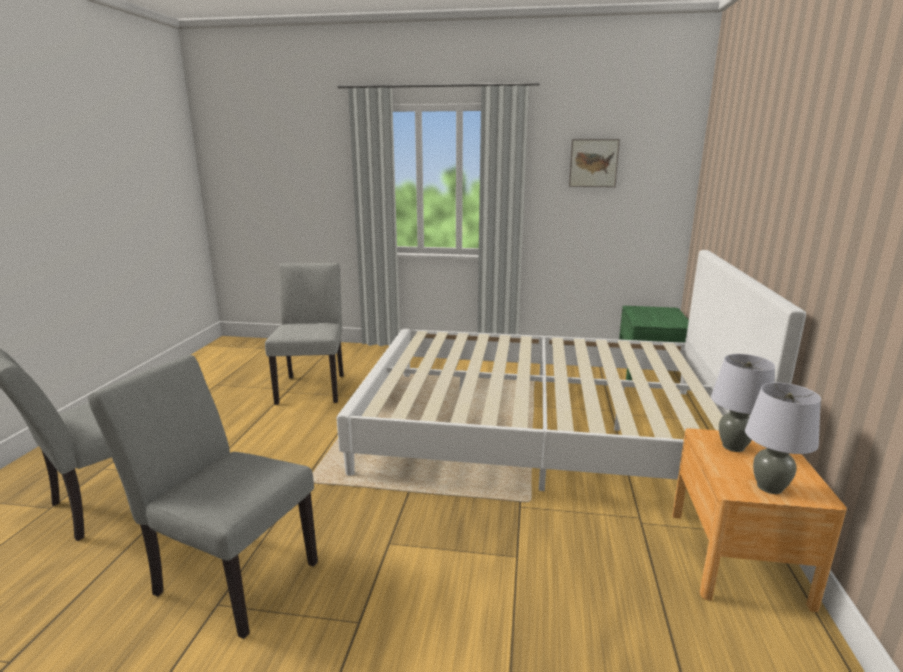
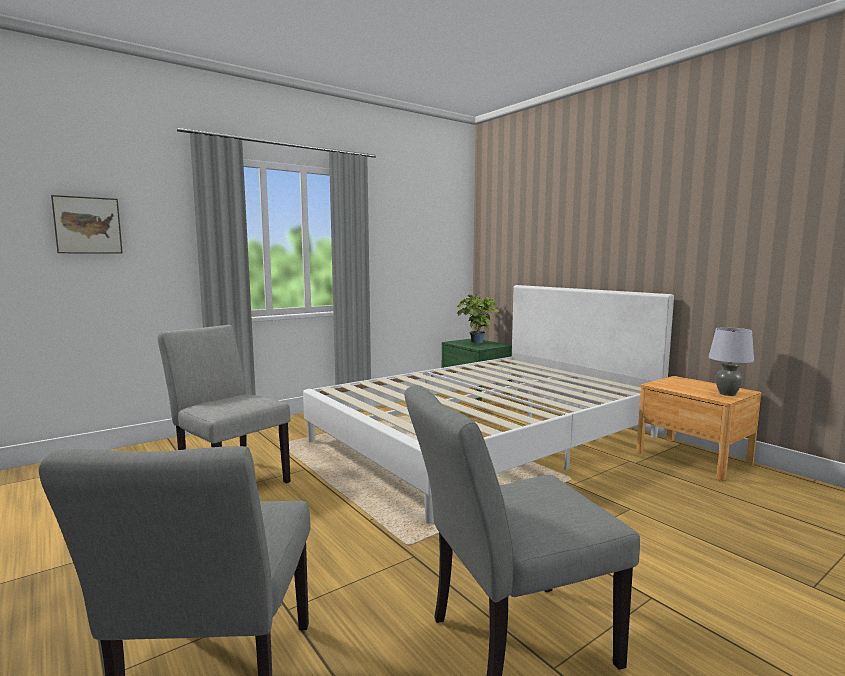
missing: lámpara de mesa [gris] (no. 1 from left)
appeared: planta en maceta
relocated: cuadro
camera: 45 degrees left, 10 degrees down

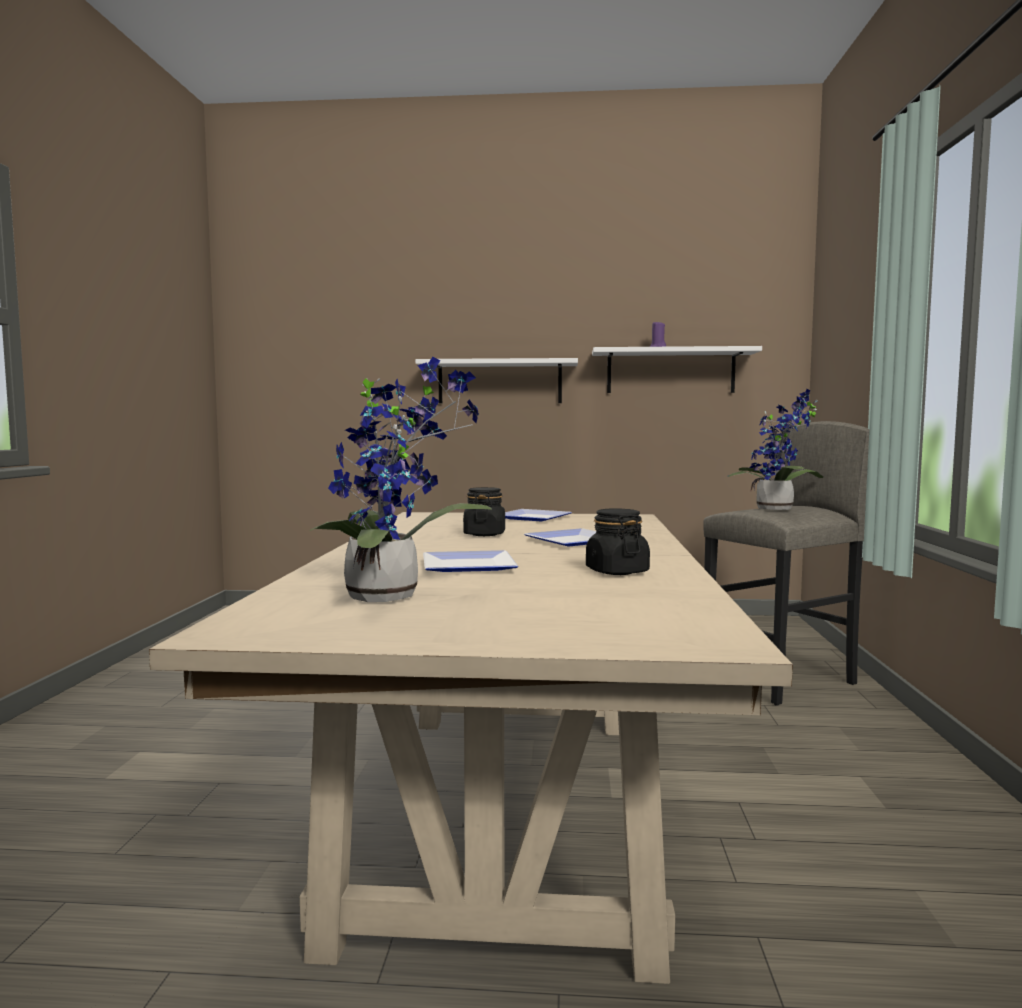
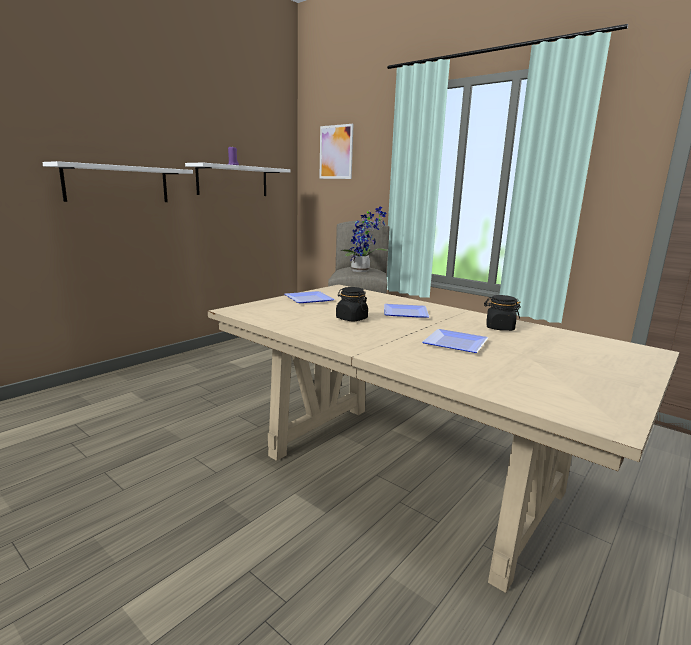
missing: planta en maceta (no. 1 from left)
appeared: cuadro
camera: 55 degrees left, 10 degrees up

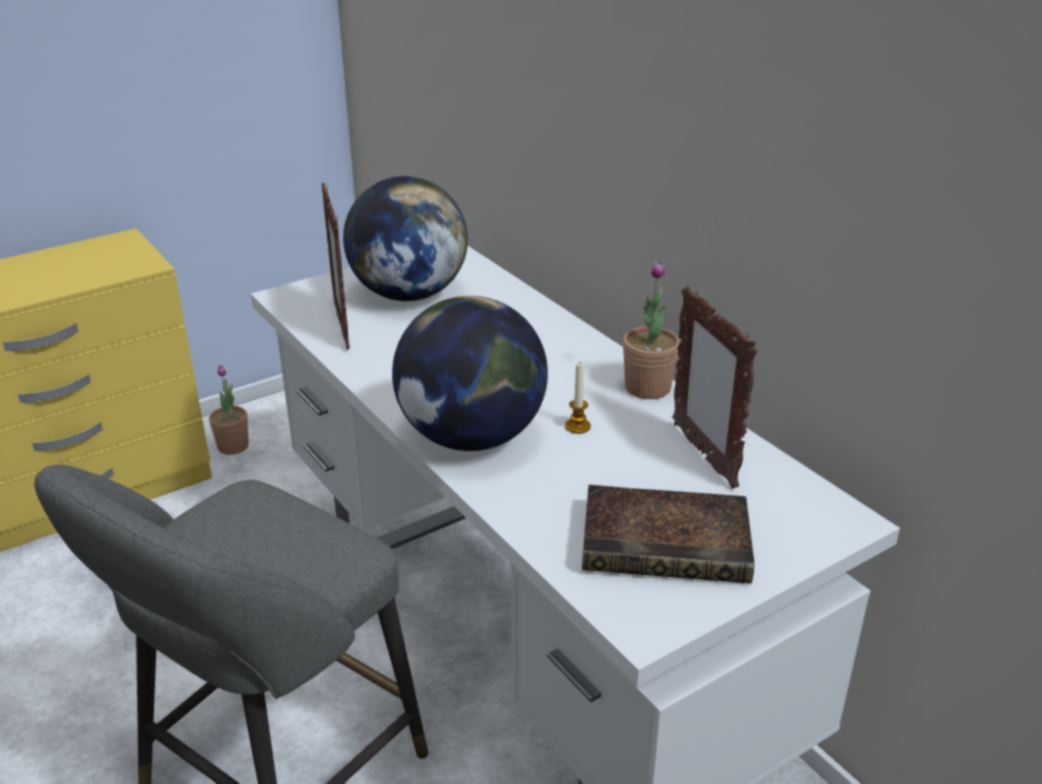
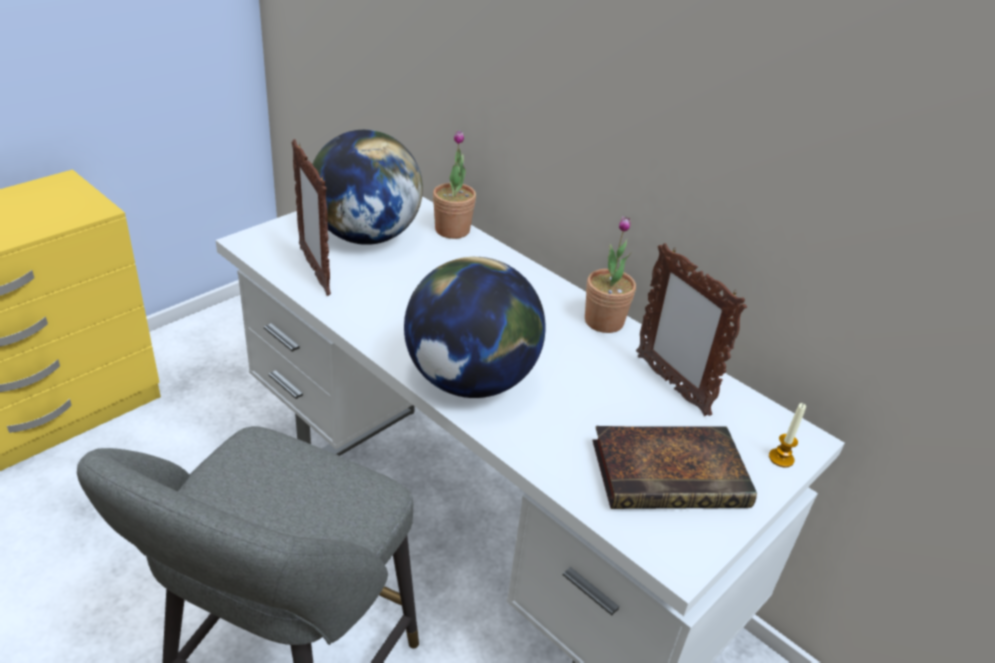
relocated: planta en maceta (no. 1 from left); vela
camera: 15 degrees left, 5 degrees up

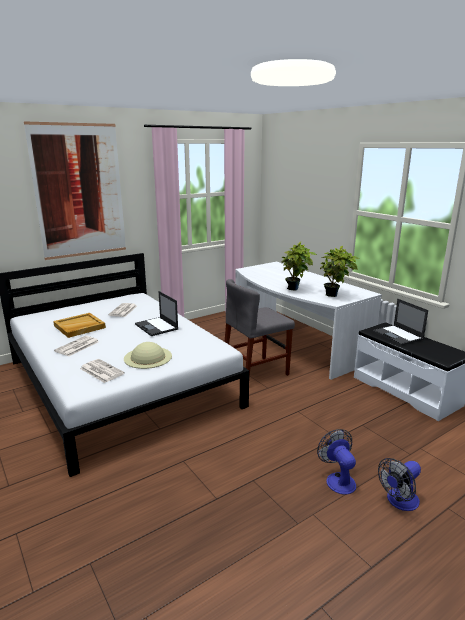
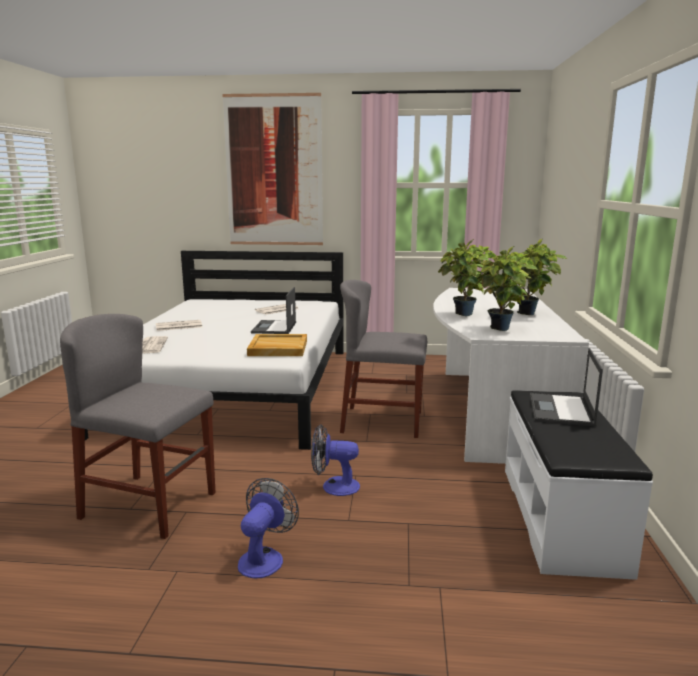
missing: sombrero [beis]
appeared: silla [gris] (no. 1 from left); planta en maceta (no. 3 from left)
relocated: bandeja [beis]; ventilador (no. 2 from left)
camera: 40 degrees right, 5 degrees down

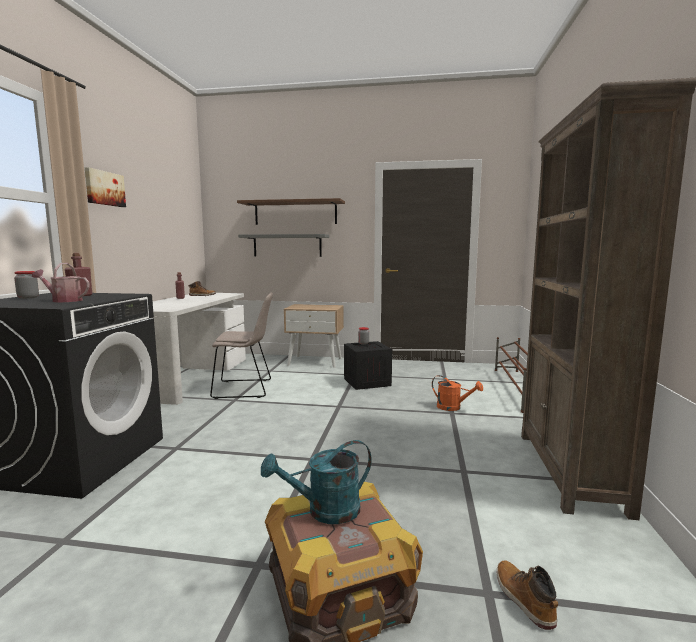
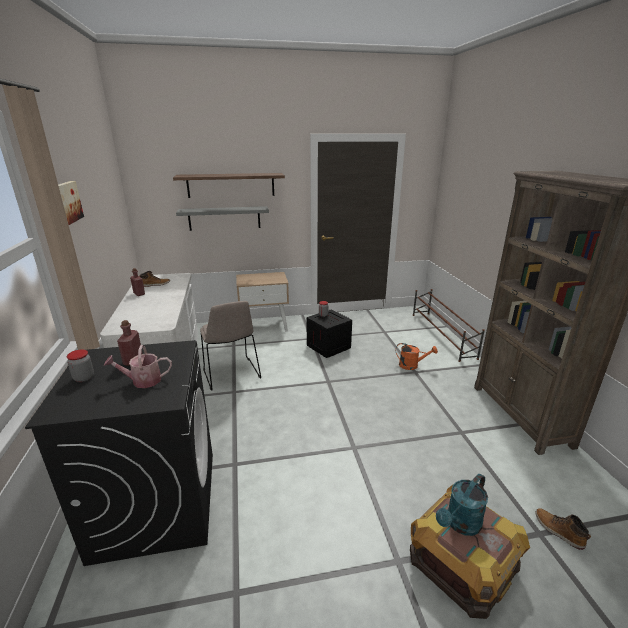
spun: silla [beis] 90 degrees clockwise
camera: 20 degrees left, 15 degrees up

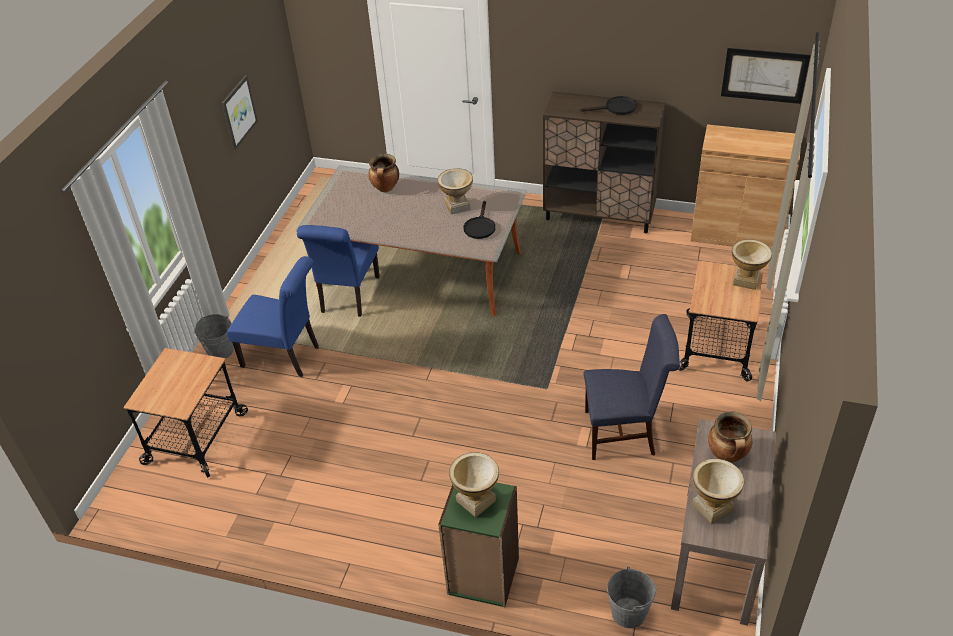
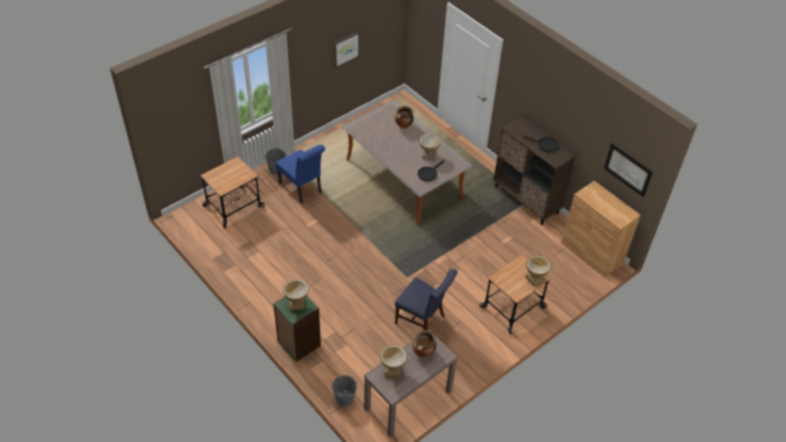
missing: silla [azul] (no. 2 from left)
camera: 30 degrees right, 5 degrees up

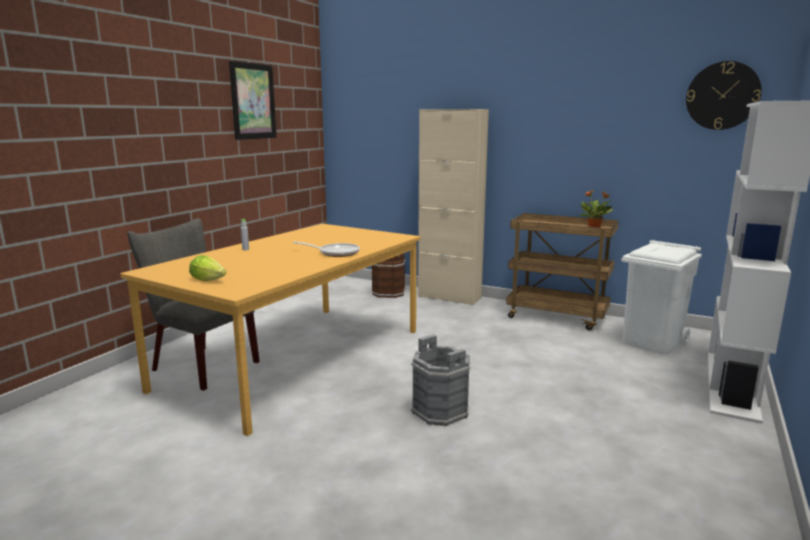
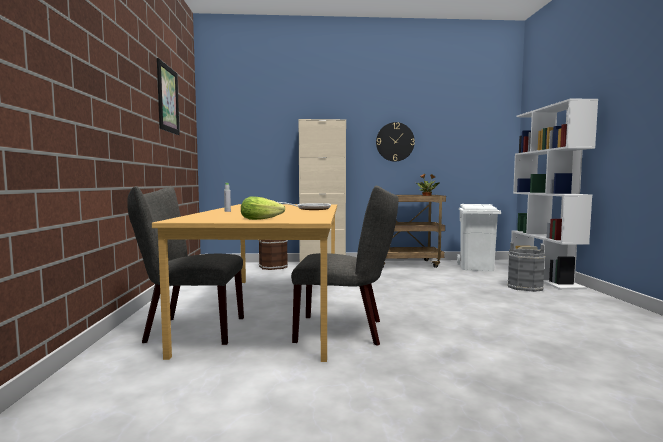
appeared: silla [gris] (no. 2 from left)
relocated: cubo [gris]; reloj de pared
camera: 30 degrees left, 10 degrees down

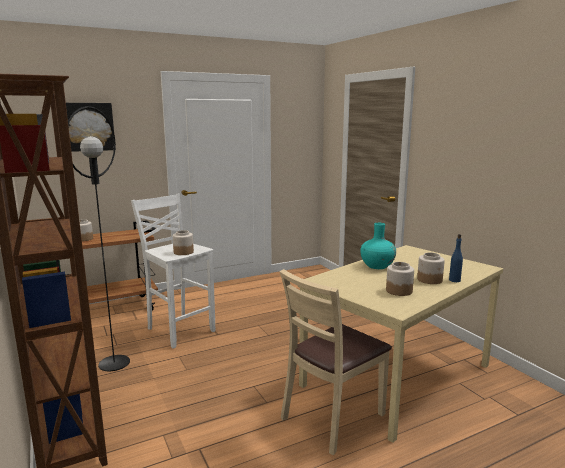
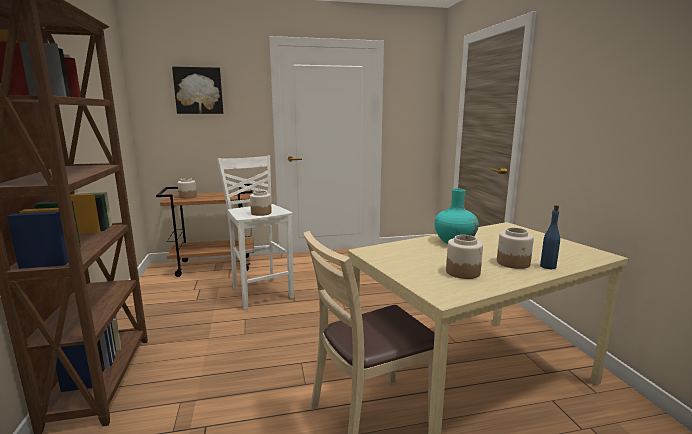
missing: lámpara de pie [negro]
camera: 15 degrees right, 0 degrees up

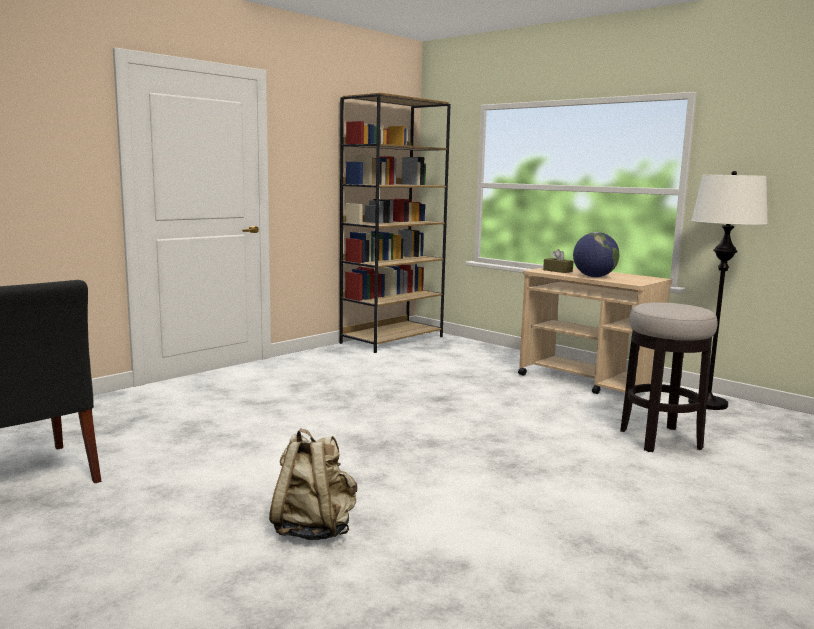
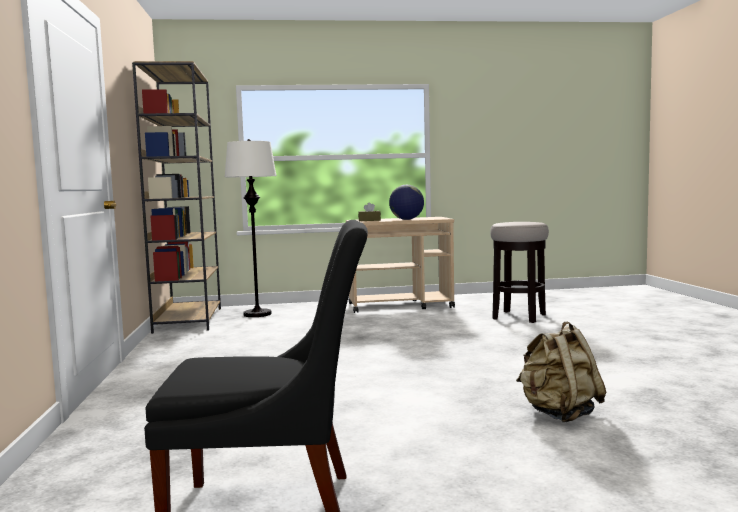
relocated: lámpara de pie [blanco]
camera: 50 degrees left, 5 degrees down

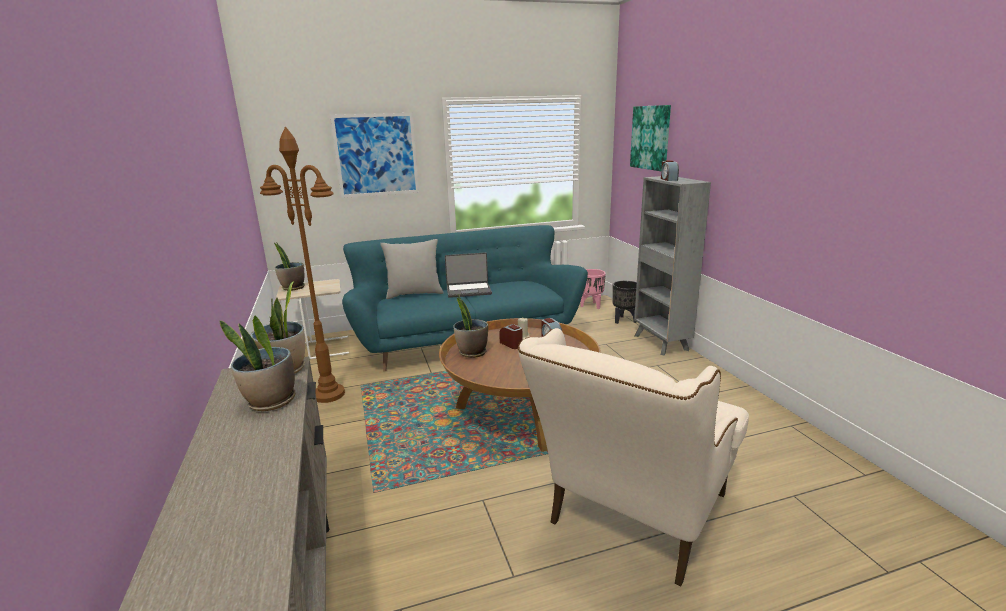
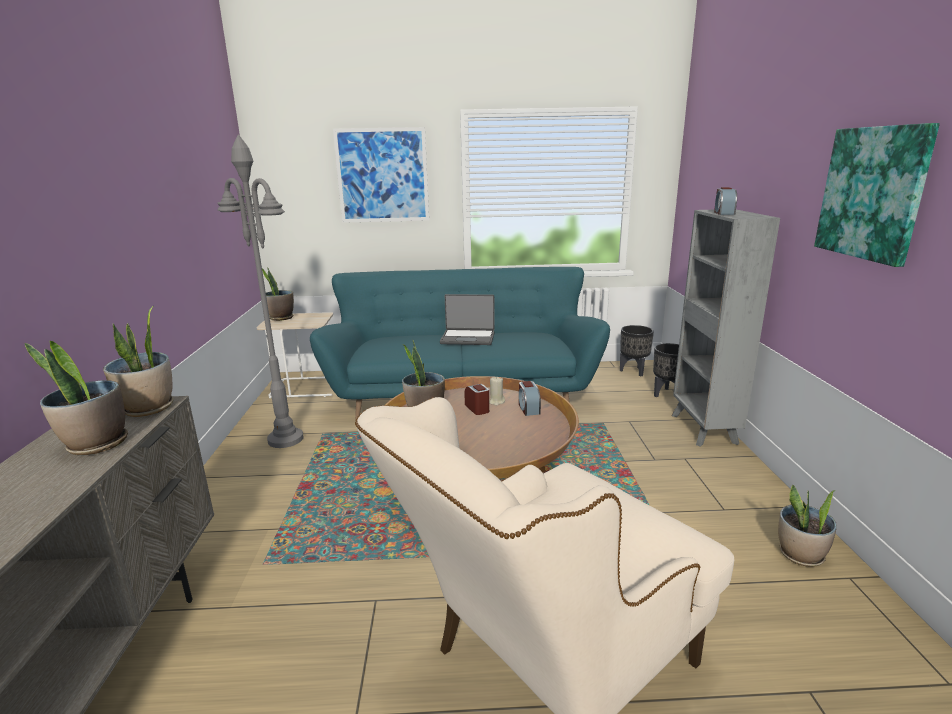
missing: cojín [gris]
appeared: planta en maceta (no. 5 from left)
relocated: cuadro (no. 2 from left)
colour: lámpara de pie [marrón] to lámpara de pie [gris]; maceta [rosa] to maceta [negro] (no. 1 from left)
camera: 15 degrees right, 0 degrees up

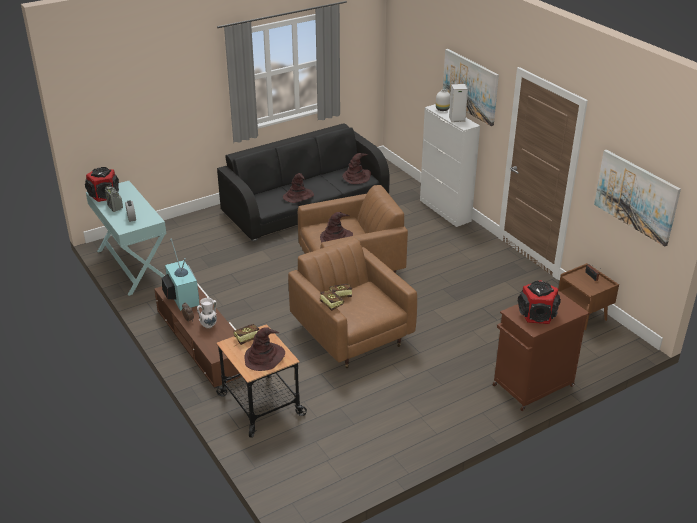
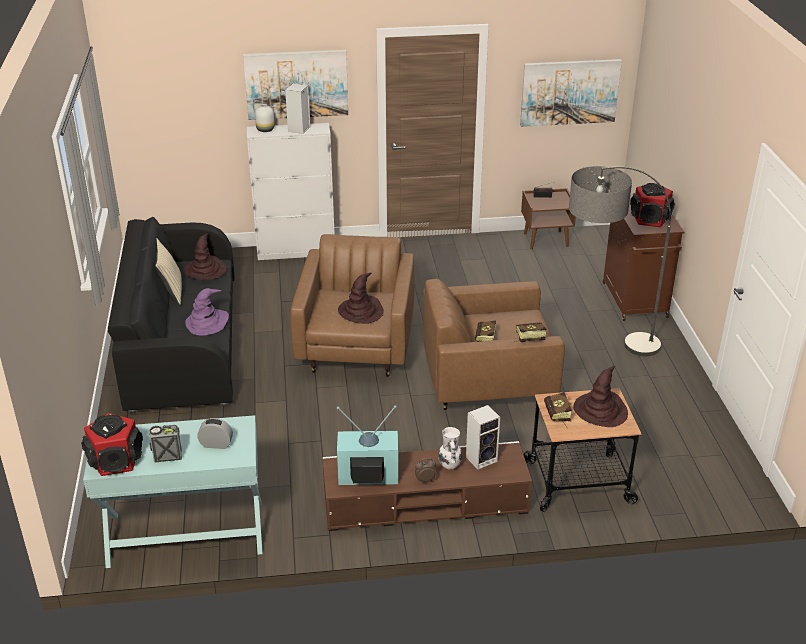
appeared: cojín [beis]; altavoz (no. 3 from left); lámpara de pie
colour: sombrero [marrón] (no. 2 from left) to sombrero [morado]
camera: 65 degrees left, 0 degrees up

